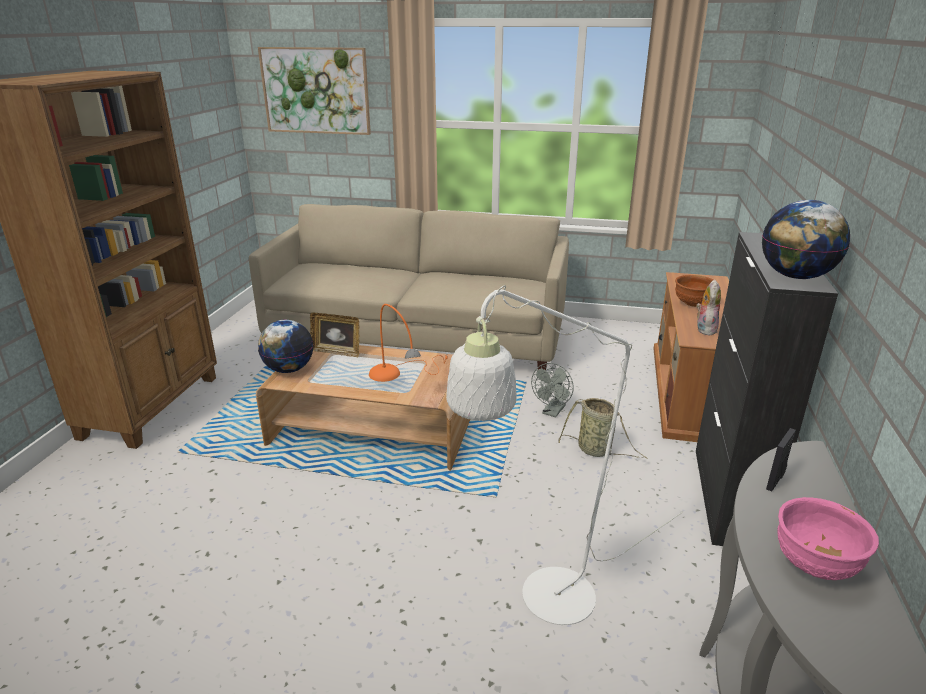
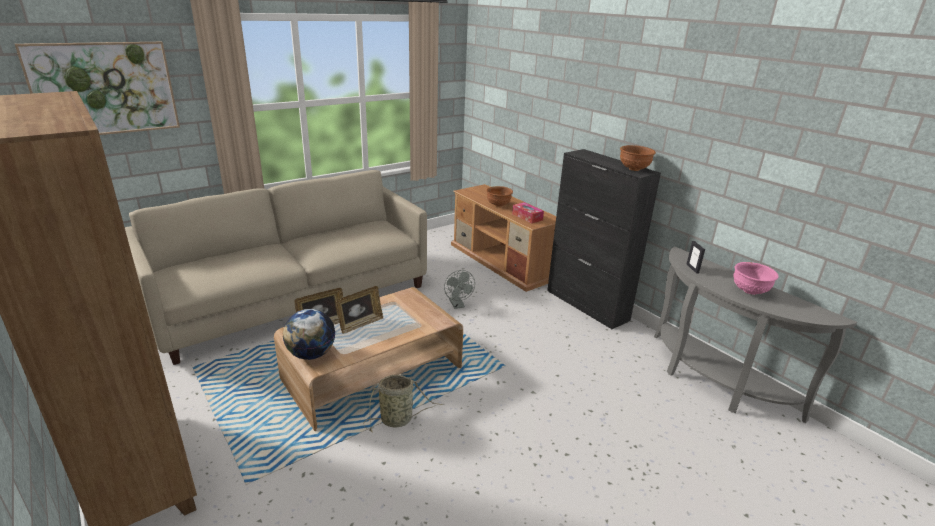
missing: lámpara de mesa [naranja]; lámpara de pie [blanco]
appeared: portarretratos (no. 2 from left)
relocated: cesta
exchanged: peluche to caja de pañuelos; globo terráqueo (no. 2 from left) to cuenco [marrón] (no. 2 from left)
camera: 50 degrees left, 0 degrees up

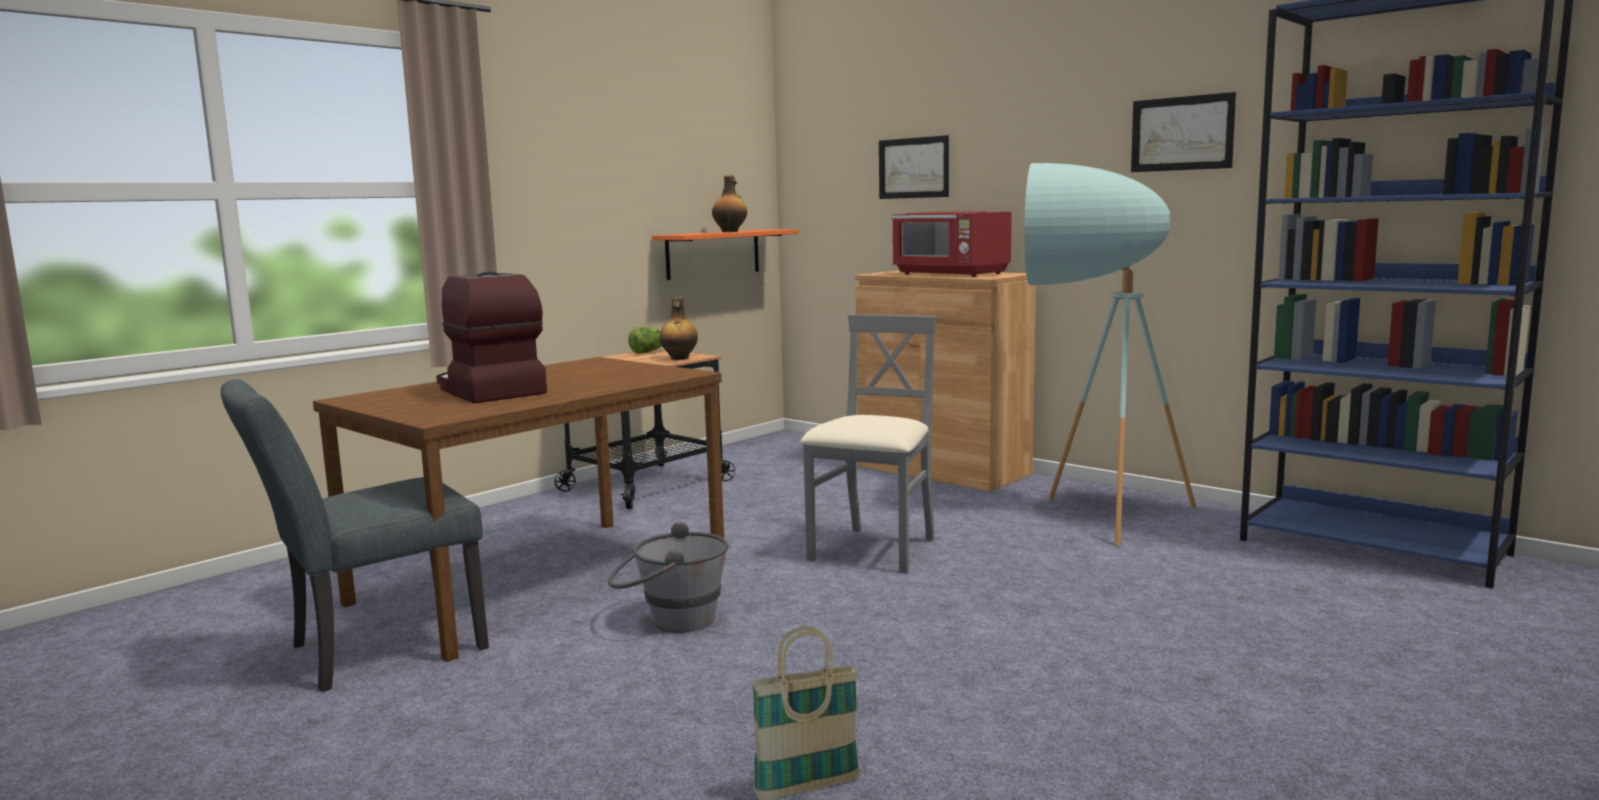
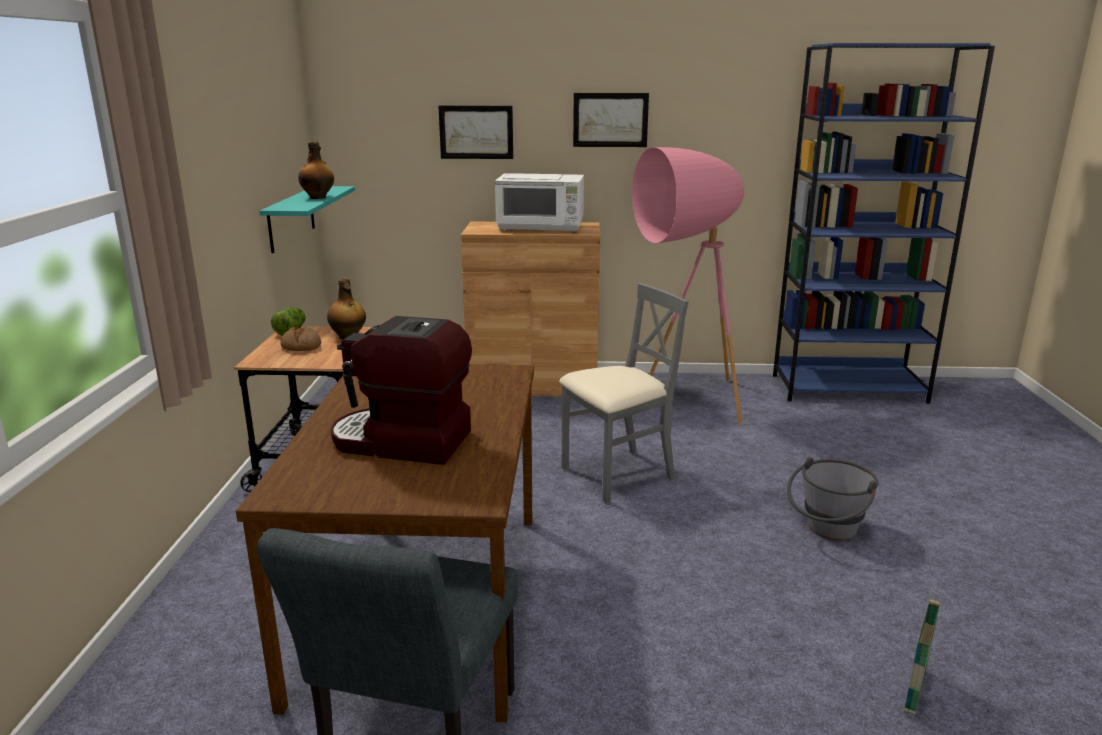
appeared: pan
relocated: cubo [gris]; cuadro (no. 2 from left)
colour: estante [naranja] to estante [turquesa]; microondas [rojo] to microondas [blanco]; lámpara de pie [turquesa] to lámpara de pie [rosa]
spun: silla [gris] (no. 2 from left) 75 degrees clockwise
camera: 40 degrees left, 10 degrees up

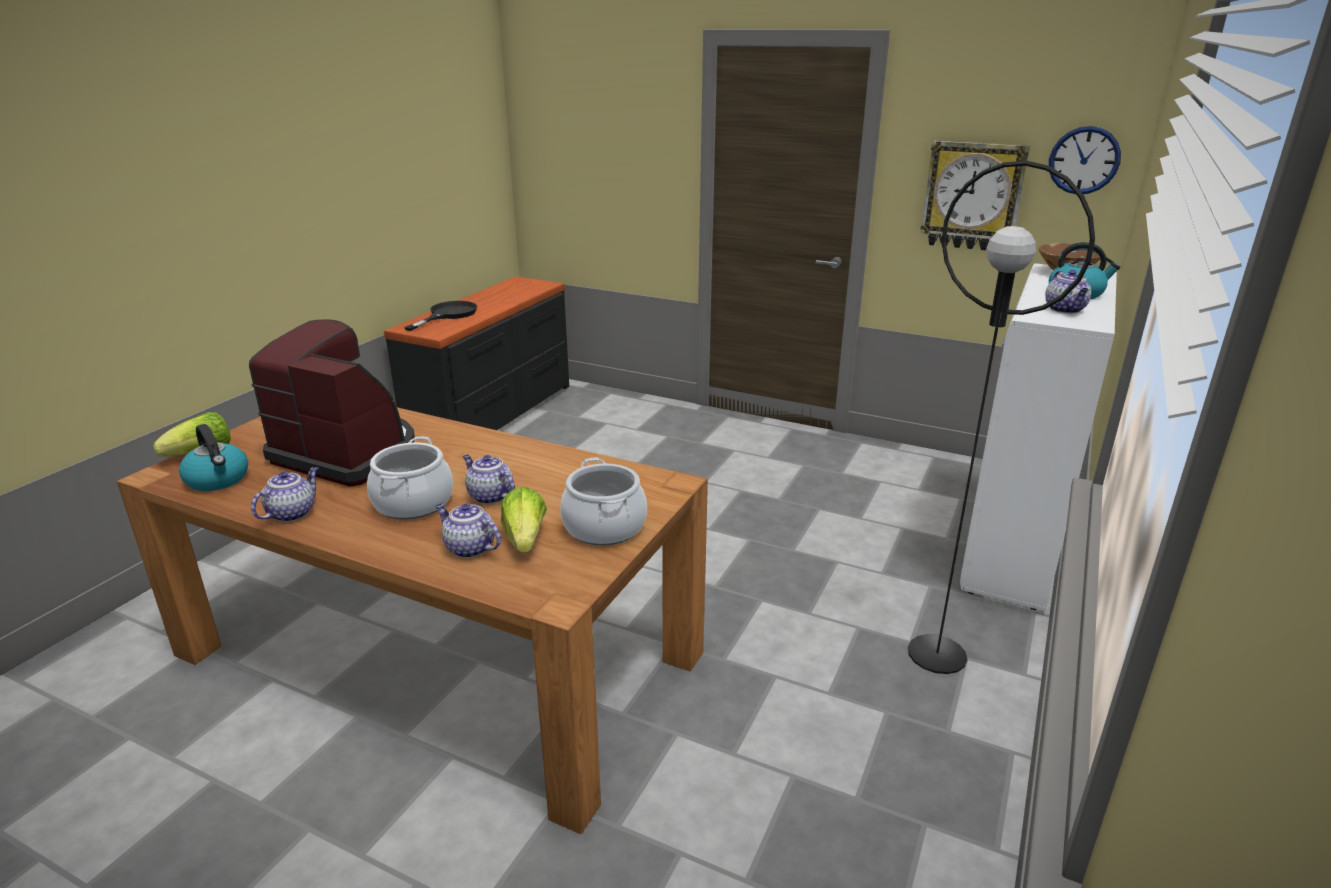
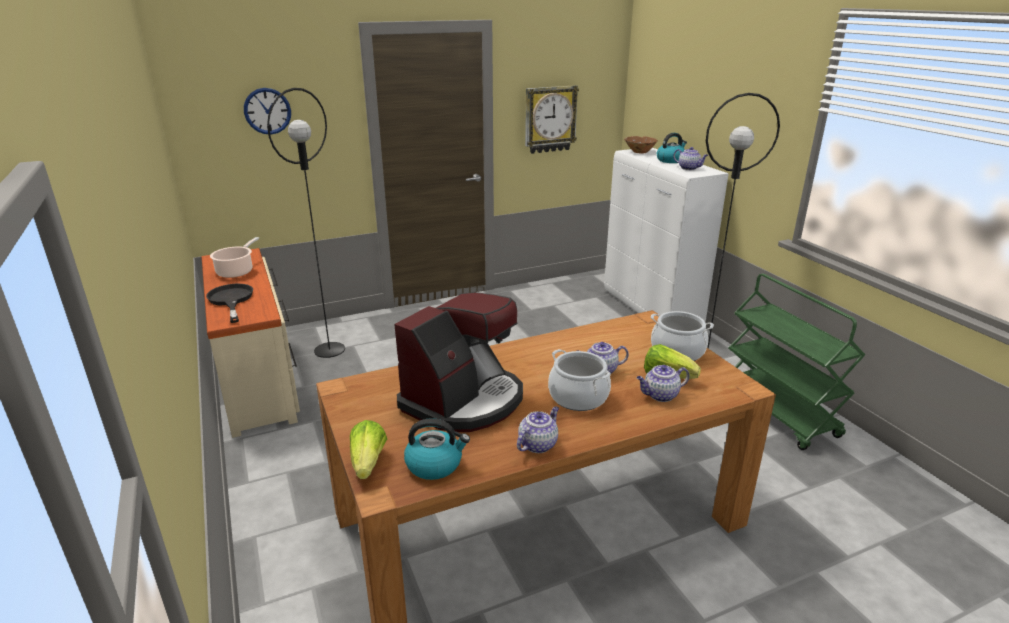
appeared: olla (no. 1 from left); lámpara de pie [negro] (no. 1 from left); carrito [verde]
relocated: reloj de pared (no. 2 from left in the first image) to reloj de pared (no. 1 from left)
colour: cómoda [negro] to cómoda [beis]
spun: cafetera 150 degrees clockwise; tetera (no. 1 from left) 60 degrees clockwise
camera: 50 degrees left, 0 degrees up

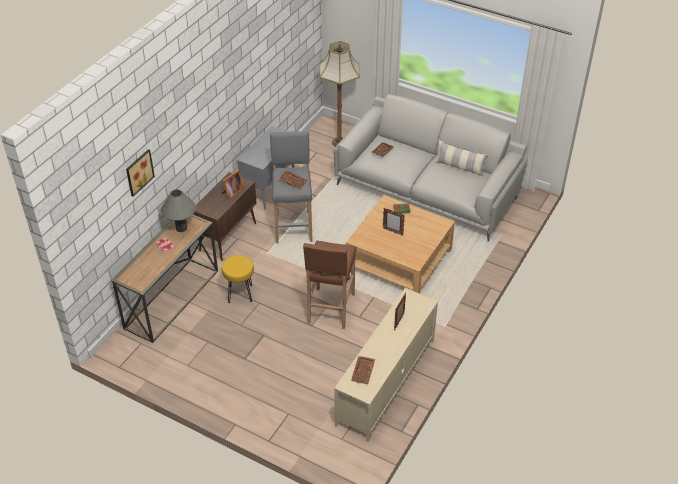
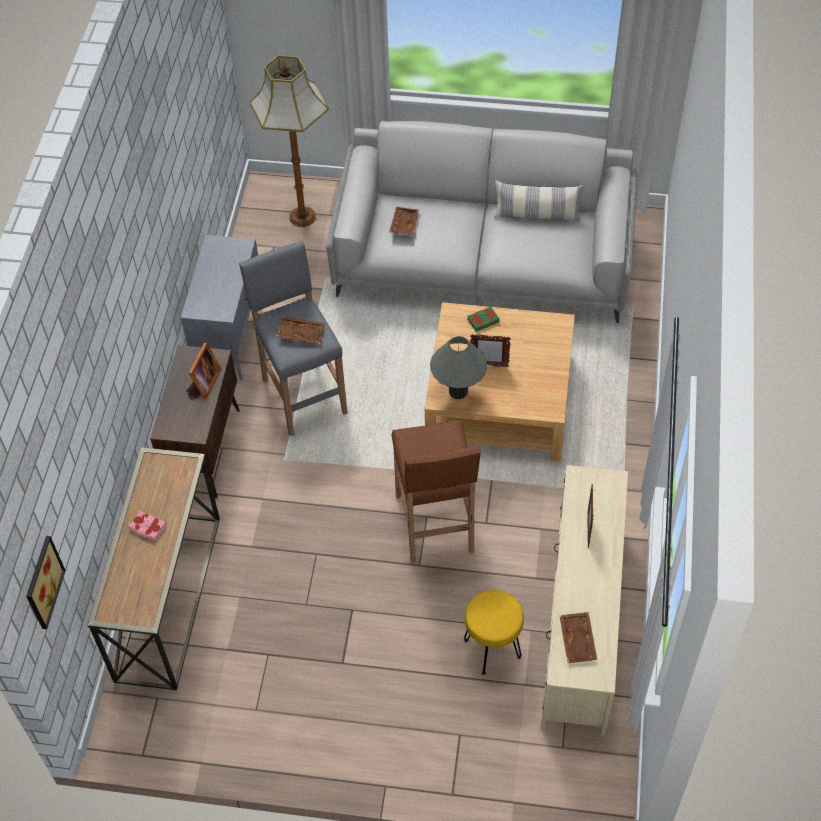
relocated: cuadro; lámpara de mesa [gris]; taburete [amarillo]
camera: 20 degrees left, 10 degrees up

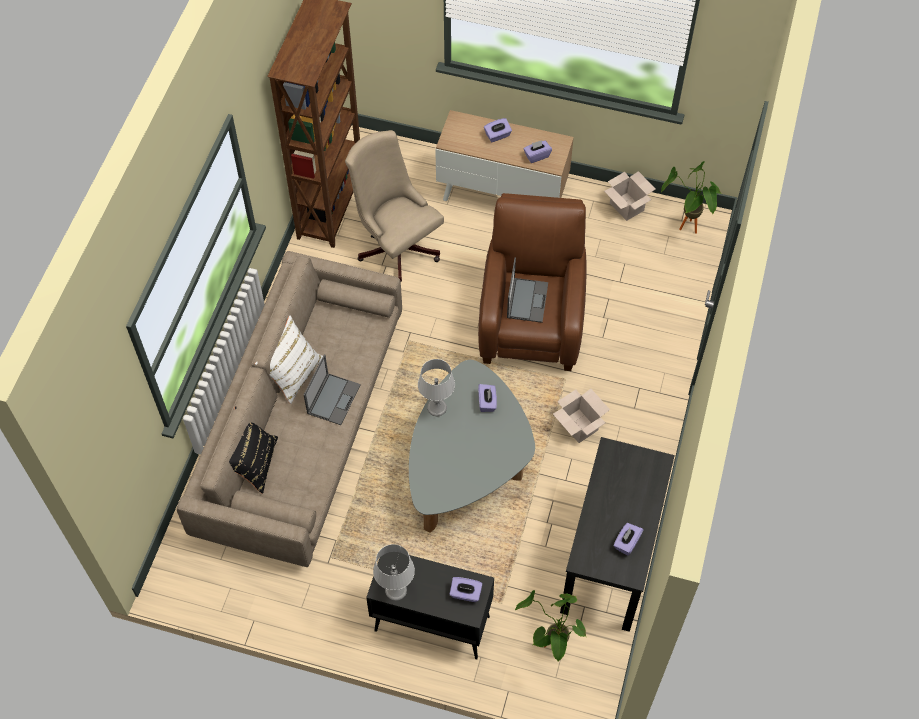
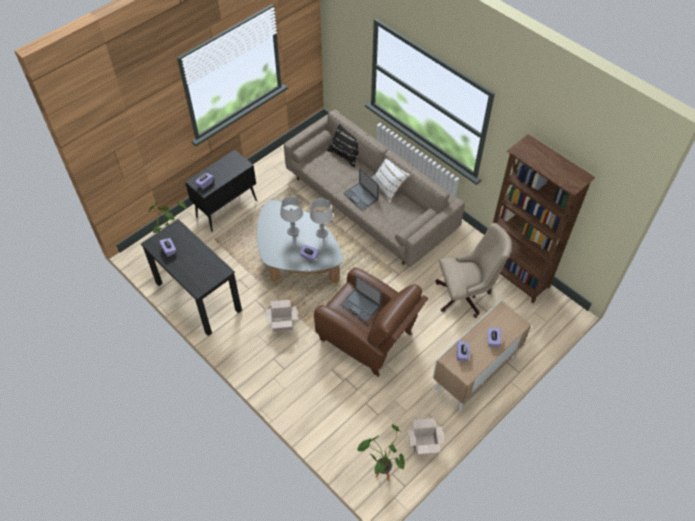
relocated: lámpara de mesa [gris] (no. 1 from left)
camera: 120 degrees right, 5 degrees down

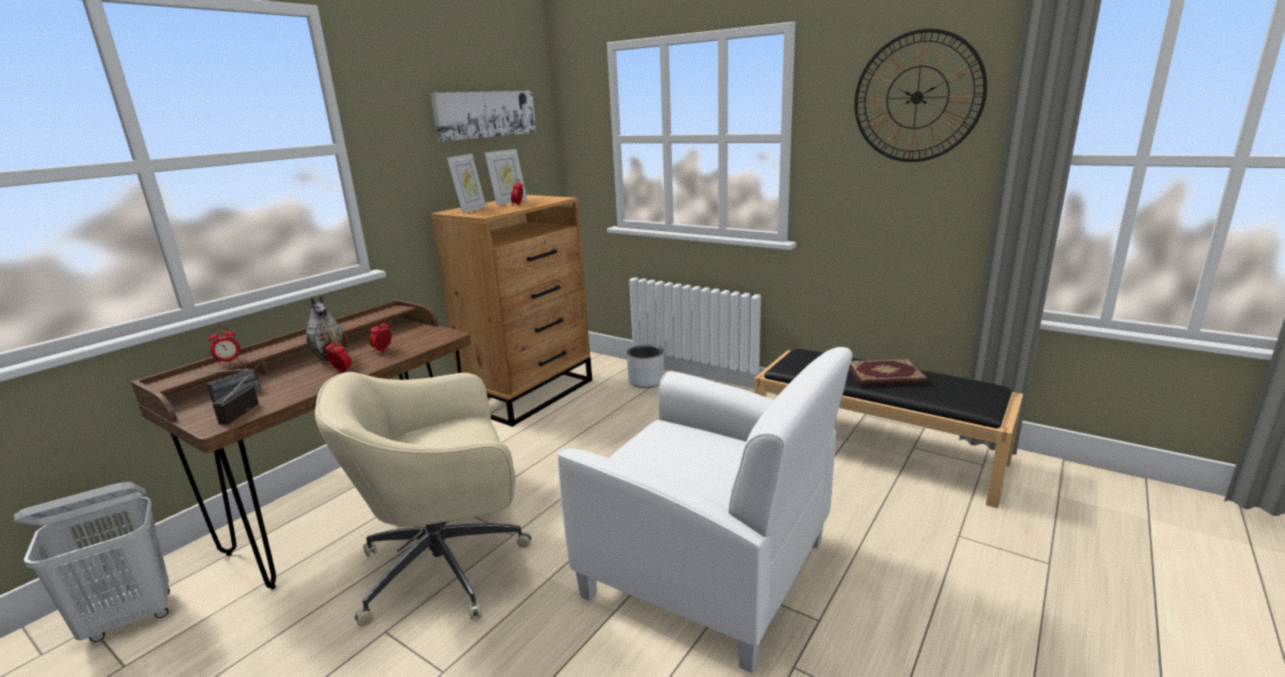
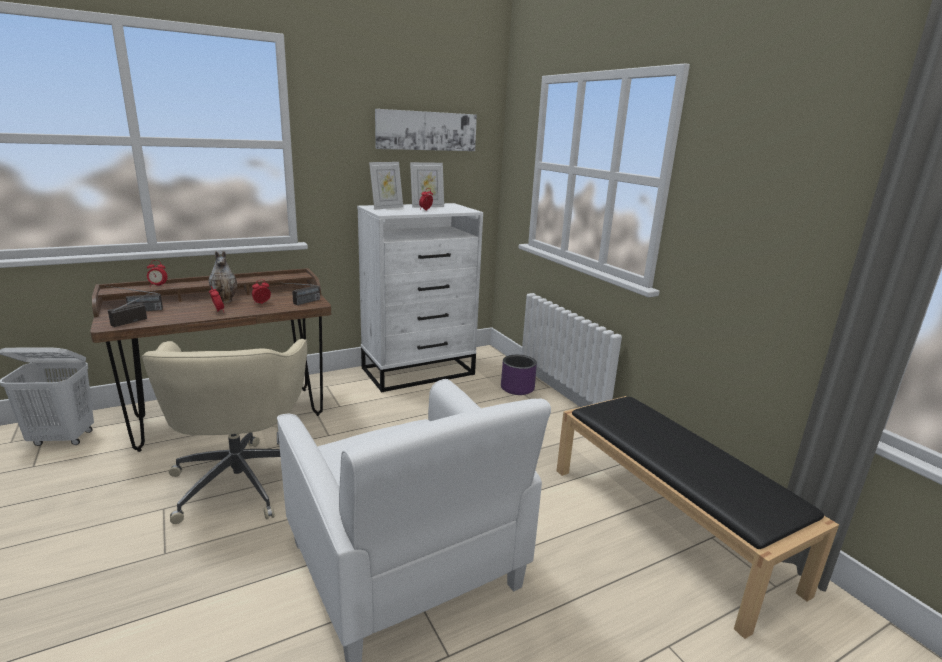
missing: libro; reloj de pared
appeared: radio (no. 3 from left)
colour: cómoda [marrón] to cómoda [blanco]; maceta [gris] to maceta [morado]
spun: silla de oficina [beis] 105 degrees counterclockwise
camera: 25 degrees right, 0 degrees up

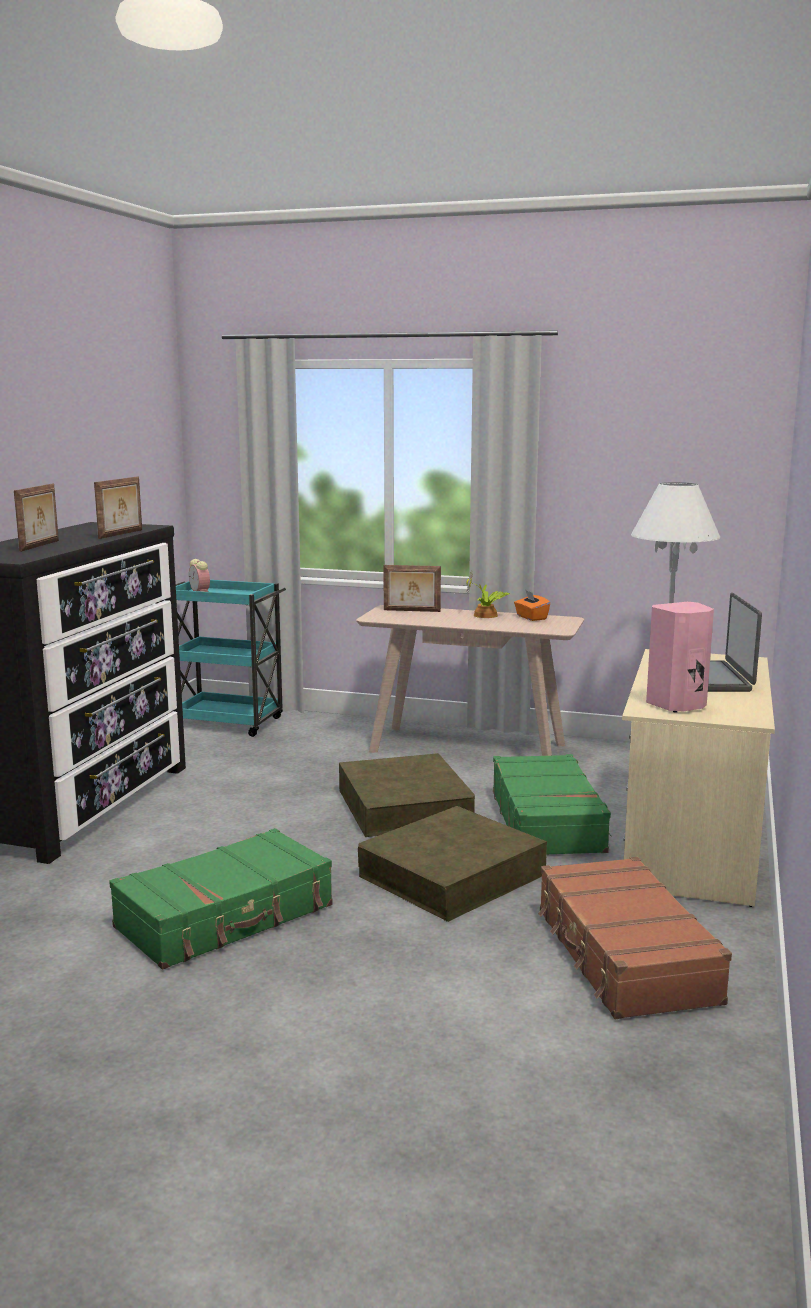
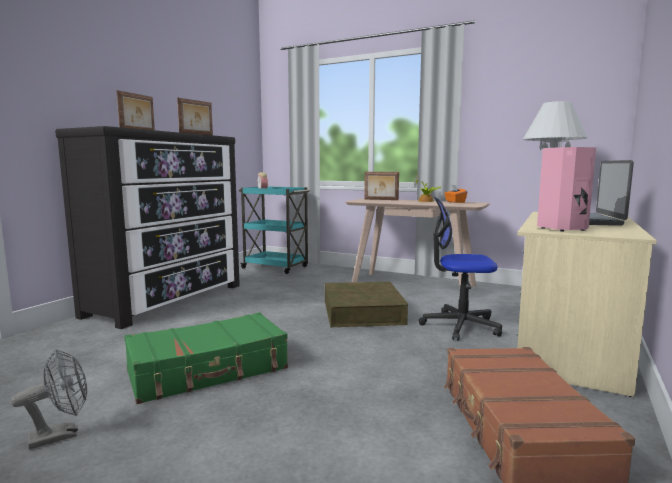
missing: caja de almacenaje [marrón] (no. 2 from left)
appeared: ventilador [gris]
exchanged: maleta [verde] (no. 2 from left) to silla de oficina
camera: 10 degrees right, 5 degrees down

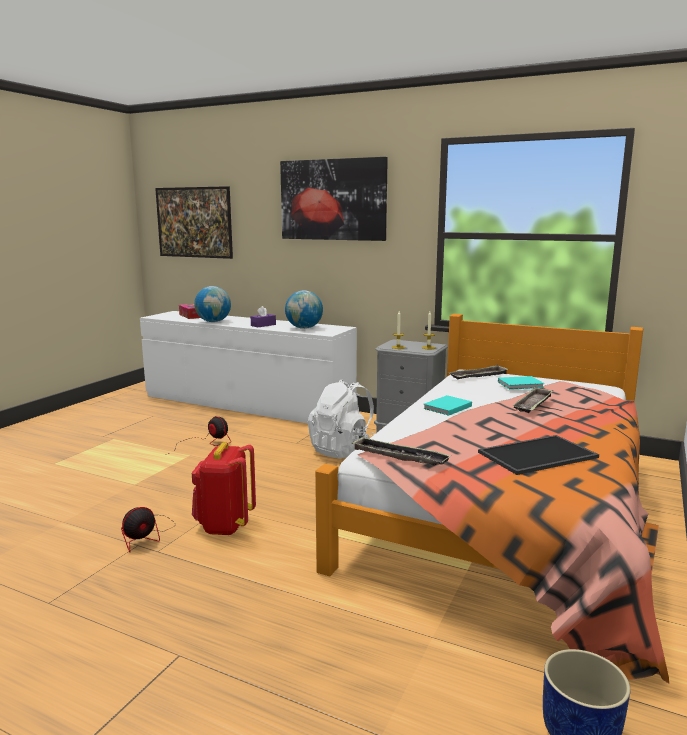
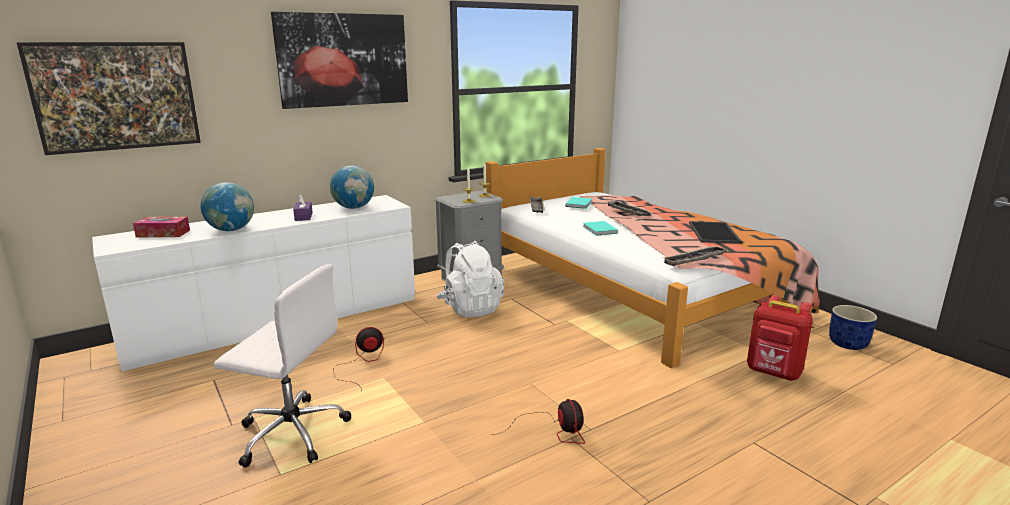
appeared: silla de oficina [blanco]
relocated: mochila [rojo]
camera: 60 degrees left, 5 degrees up

